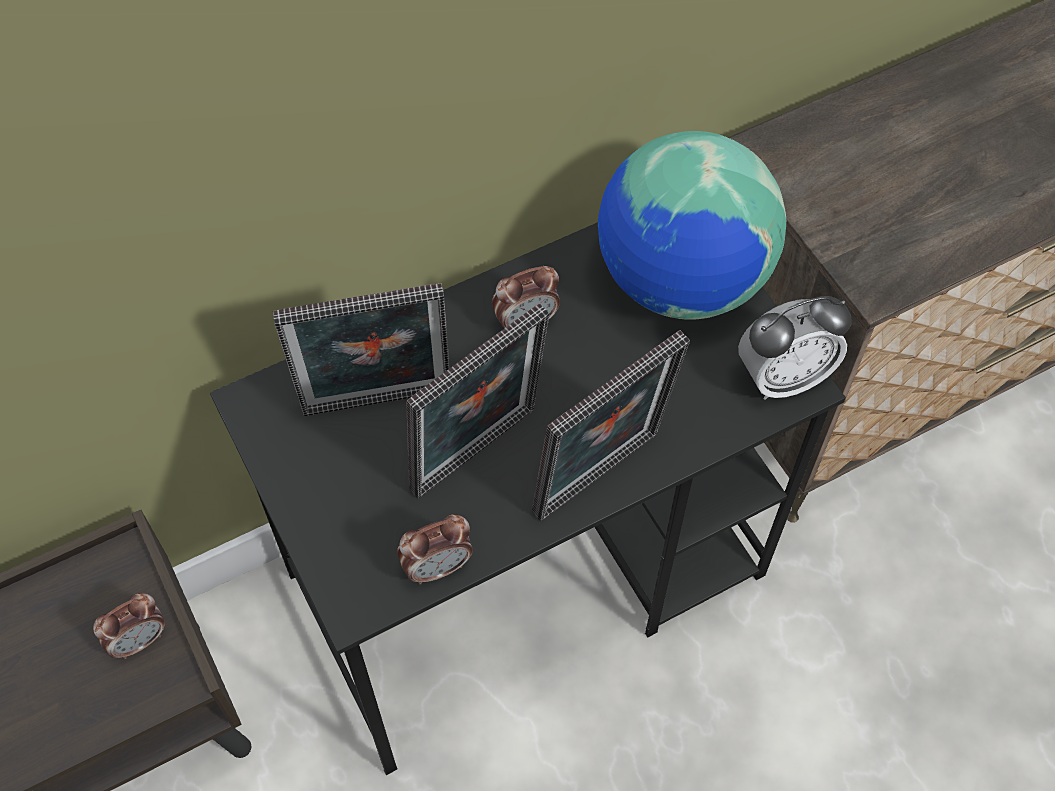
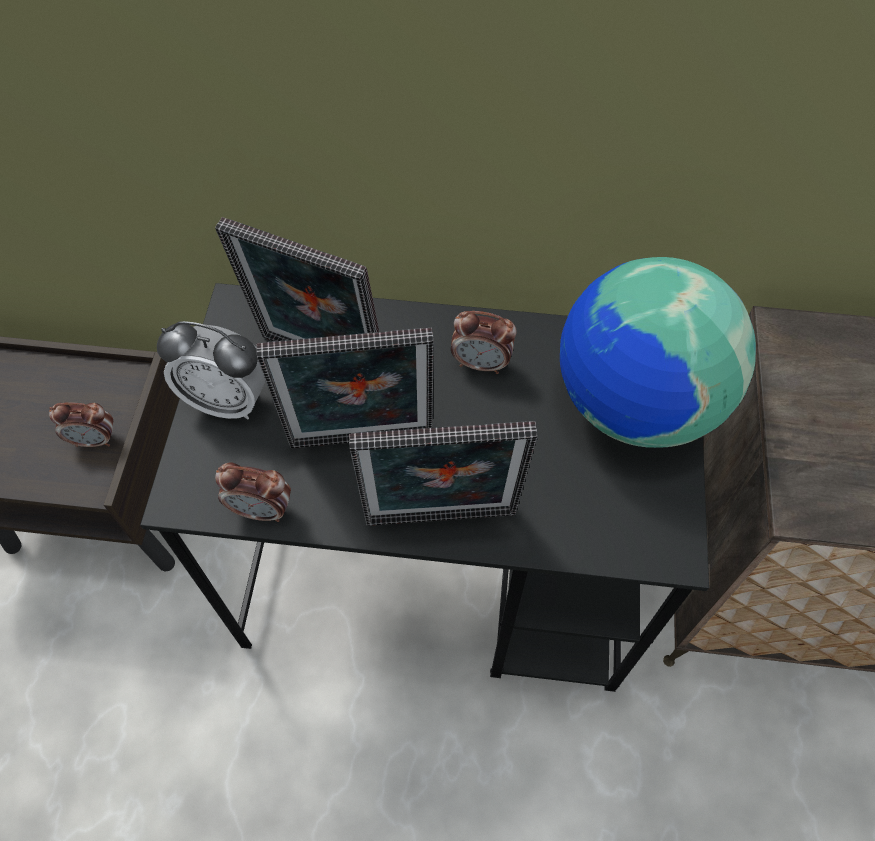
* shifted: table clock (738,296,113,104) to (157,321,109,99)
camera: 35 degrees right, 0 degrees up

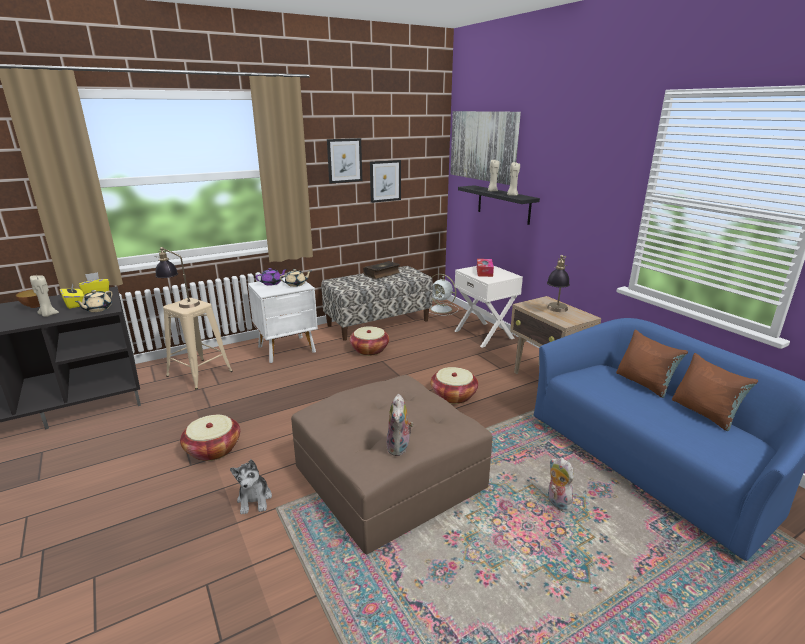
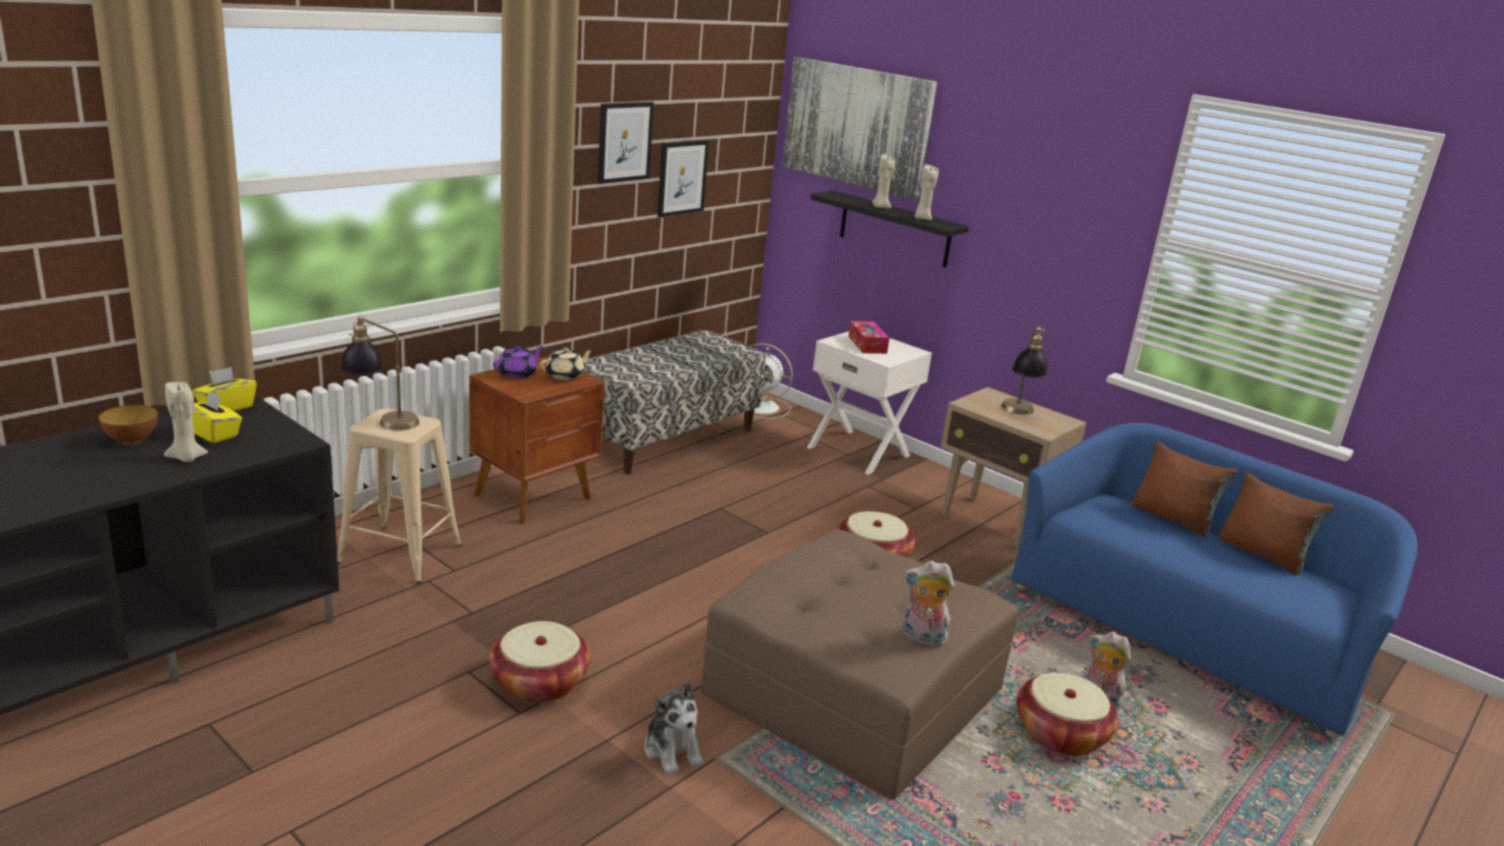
* gone: sand-coloured pot for tea (75,290,37,22)
* repainted: white night table (248,277,70,86) to brown-coloured night table (469,356,136,168)
* shifted: household basket (349,326,40,30) to (1017,673,102,83)
* gone: volume (363,261,37,18)
* rotated: cuddly toy (387,394,26,62) = (902,561,52,86) 120 degrees clockwise
camera: 20 degrees left, 0 degrees up

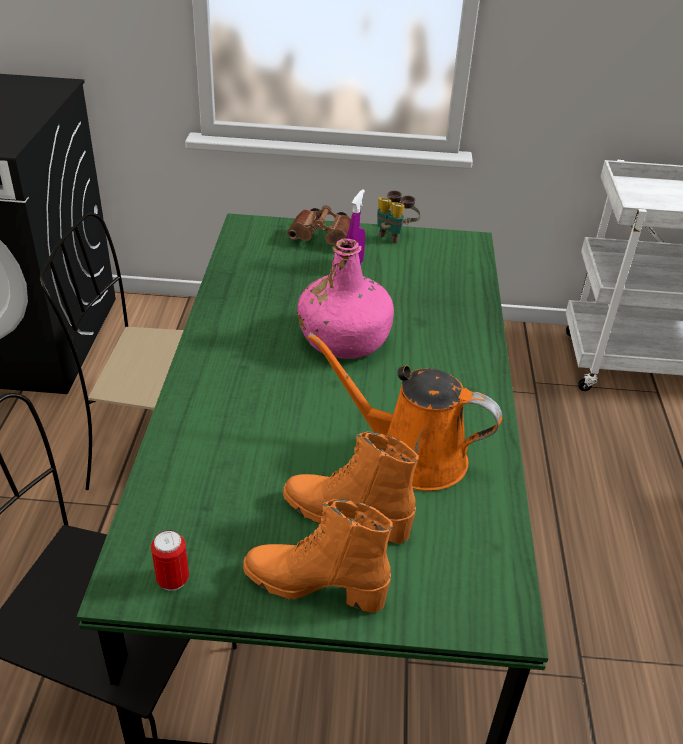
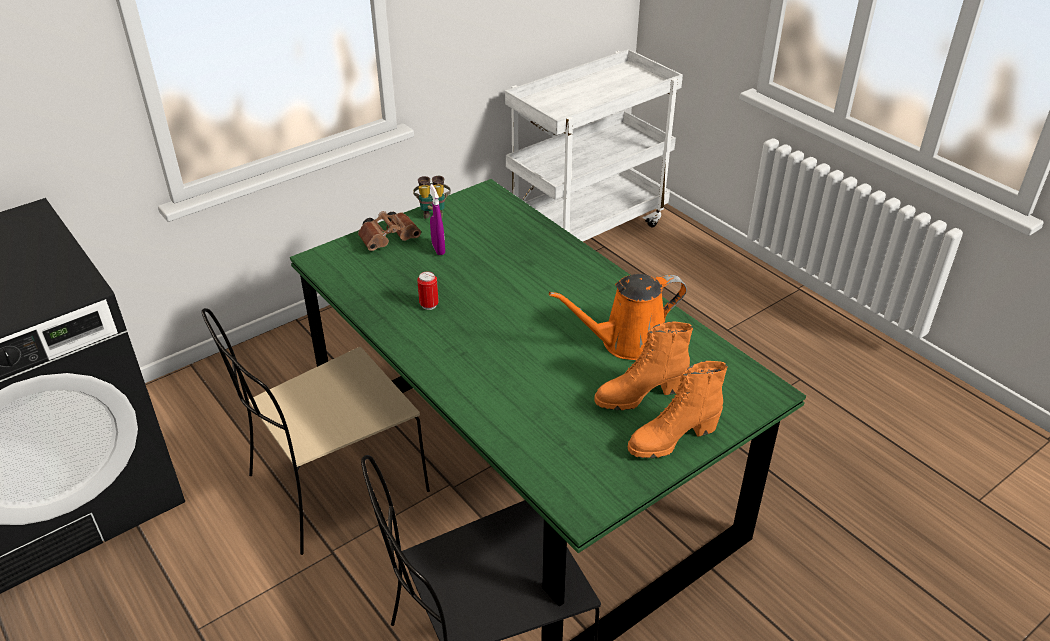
* shifted: sealed can (151,530,38,61) to (417,271,22,39)
* gone: pink-coloured bottle (297,239,97,120)
camera: 40 degrees left, 0 degrees up

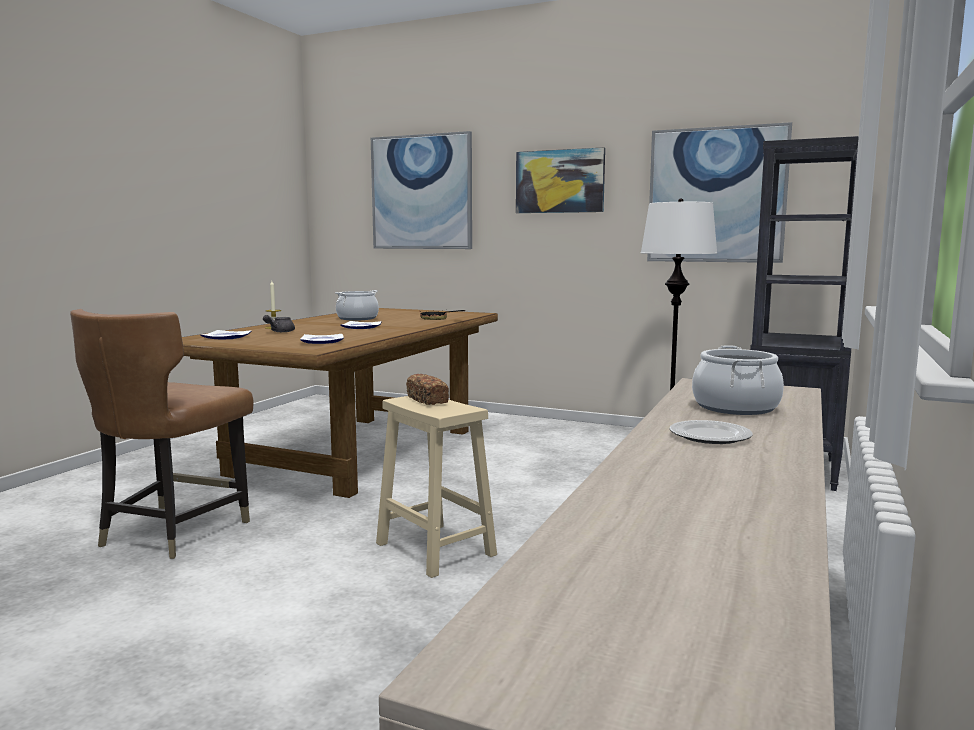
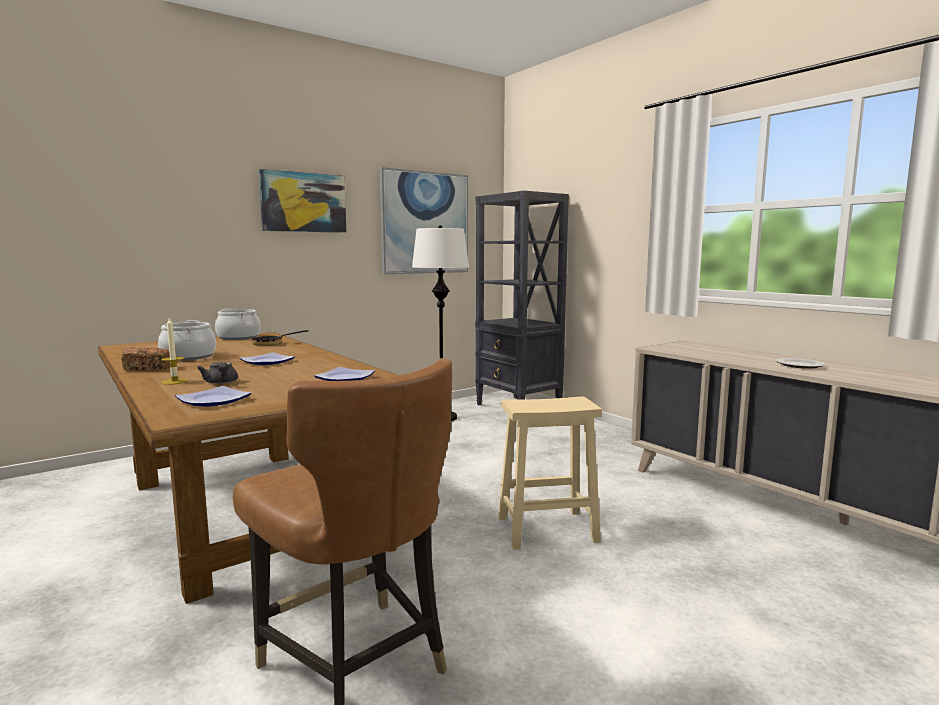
* gone: wall picture (371,131,101,118)
* shifted: bakery bread (406,373,43,32) to (121,347,49,24)
* shifted: saucepot (692,345,92,70) to (215,309,46,31)
camera: 60 degrees left, 0 degrees up

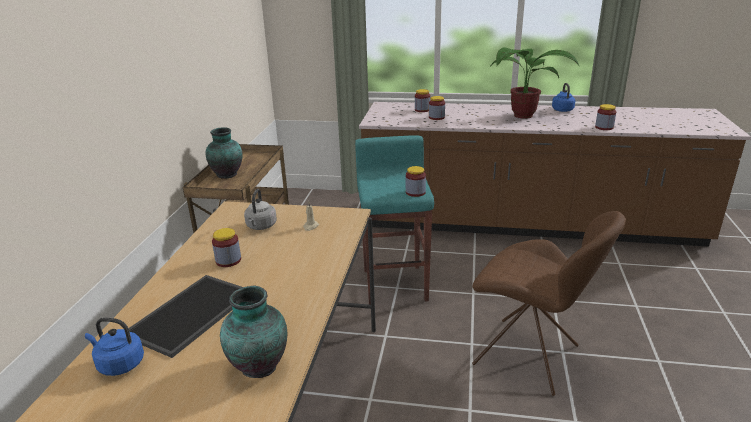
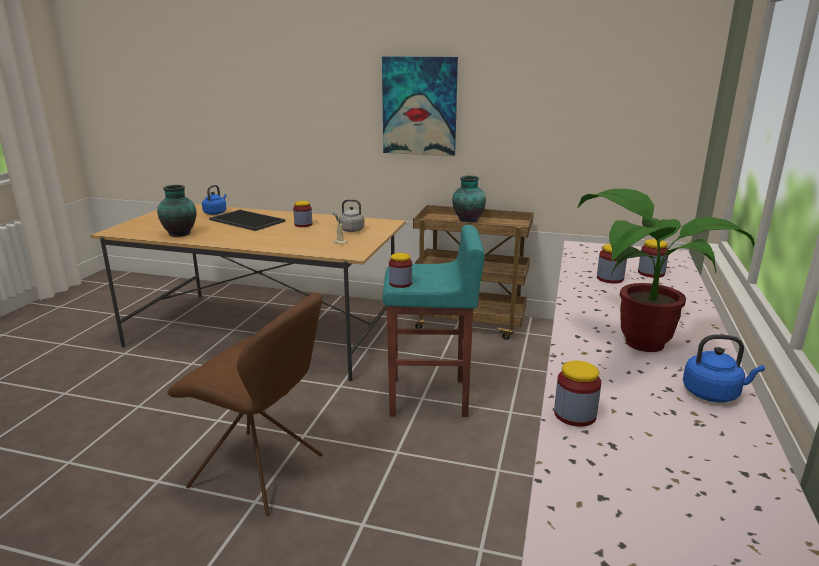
* rotated: brown-coloured chair (472,211,154,185) = (167,292,156,224) 105 degrees counterclockwise
* new: wall picture (382,56,76,100)
camera: 95 degrees right, 5 degrees down

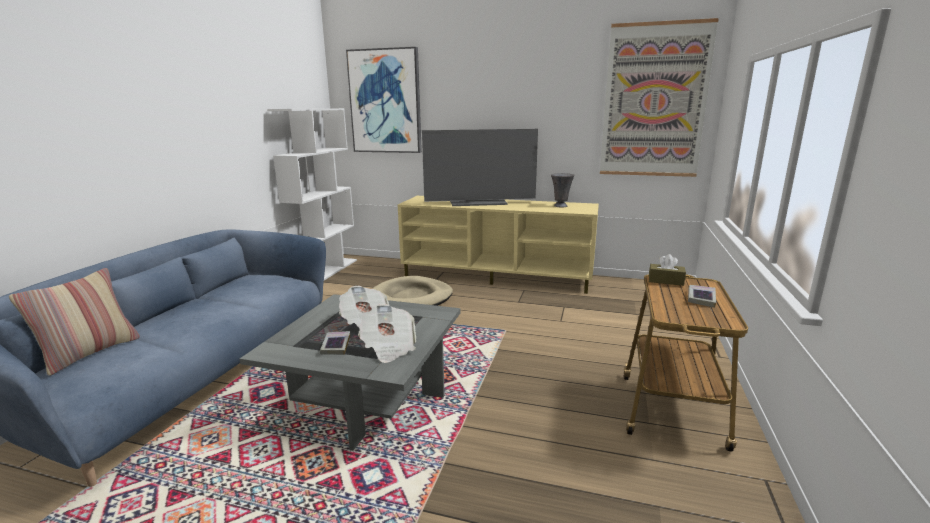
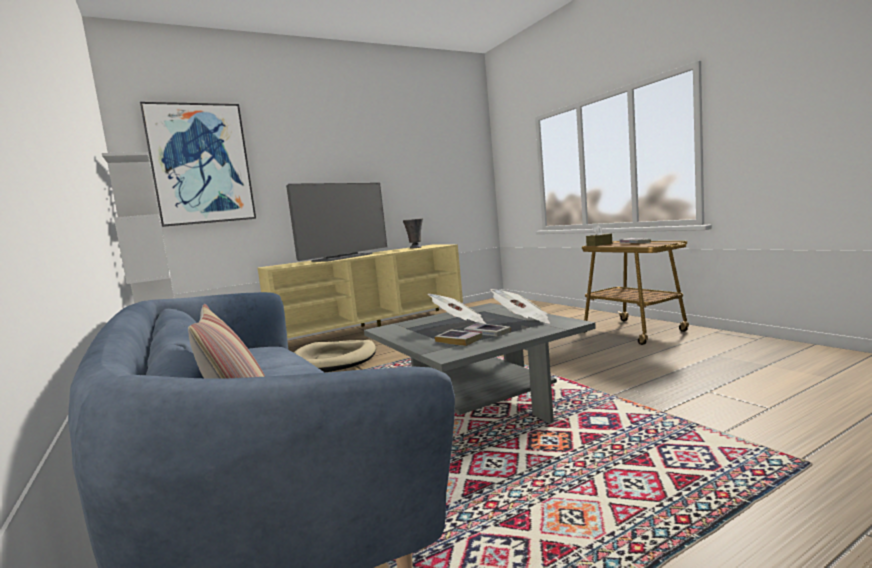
* gone: wall picture (600,18,119,159)
* new: volume (435,330,48,16)
camera: 45 degrees left, 10 degrees down

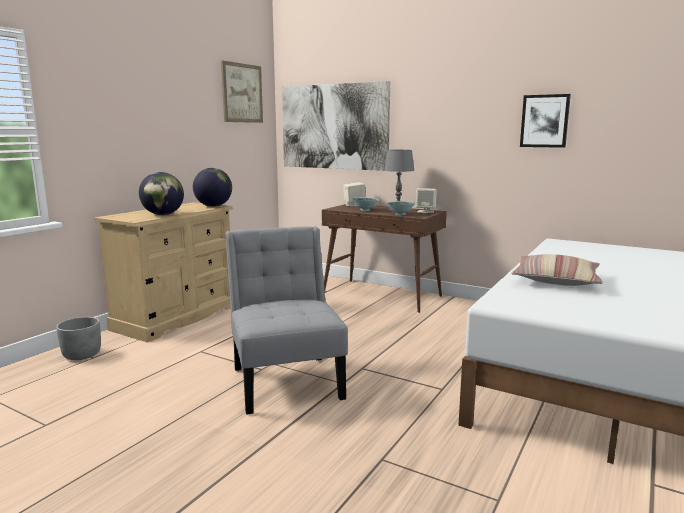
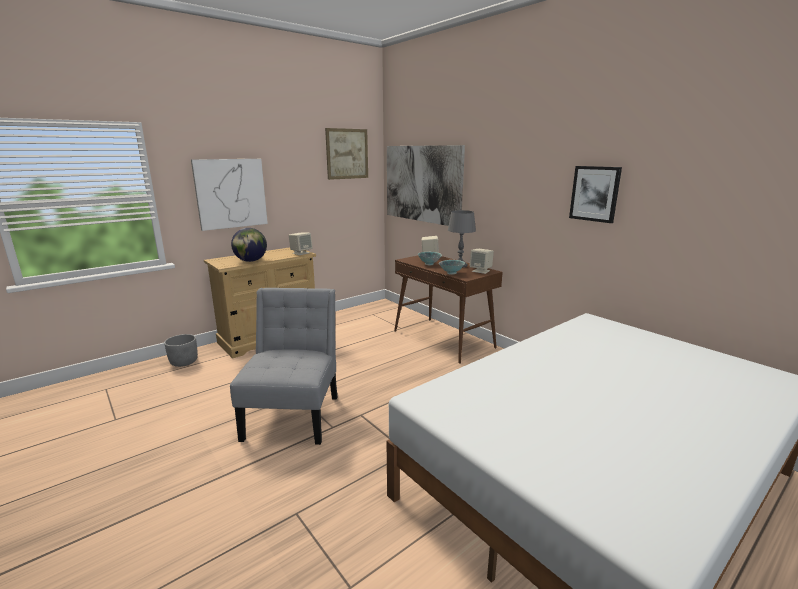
* swapped: world globe (193,168,39,39) to sand-coloured loudspeaker (289,233,23,22)
* gone: throw pillow (511,254,92,32)
* new: wall picture (191,159,77,72)
camera: 20 degrees right, 5 degrees up

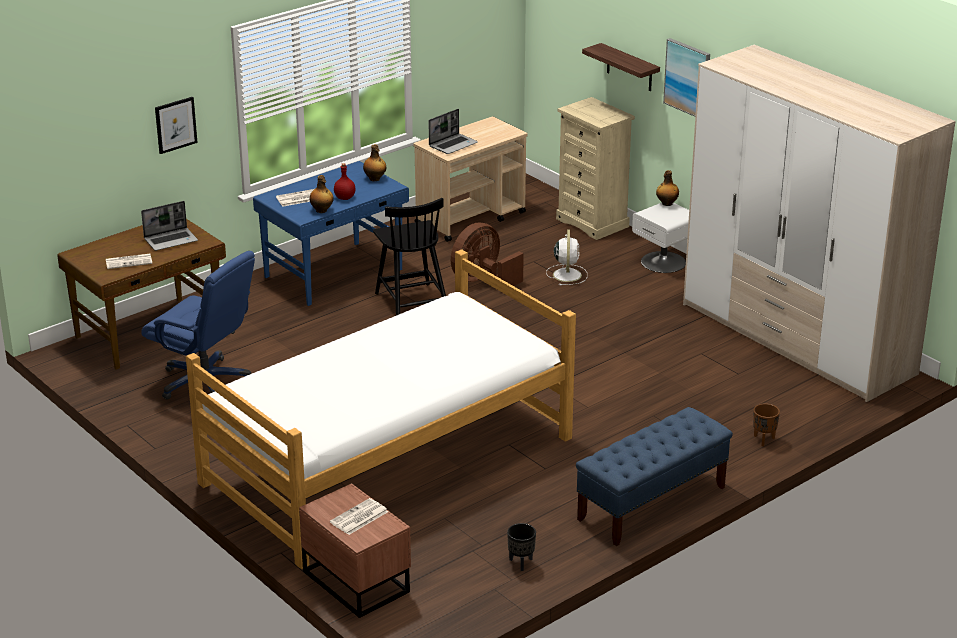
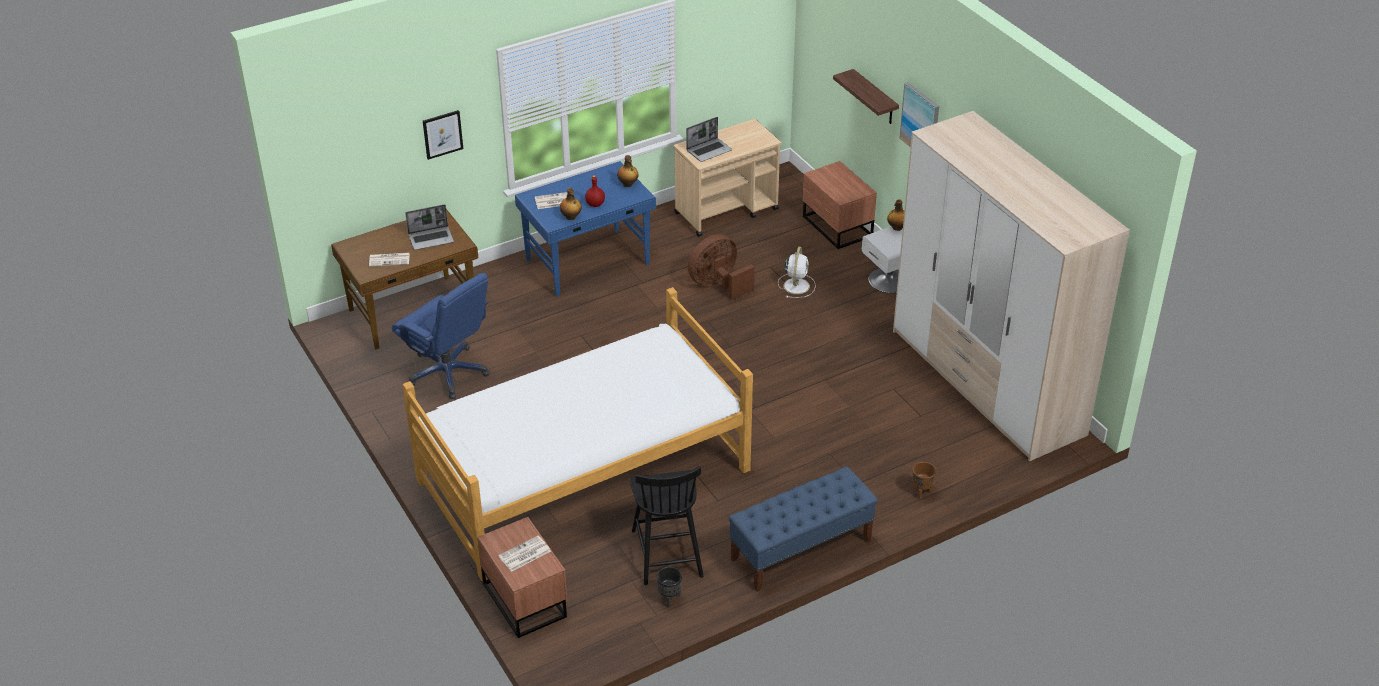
* shifted: black-coloured chair (373,198,73,118) to (629,466,75,119)
* swapped: sand-coloured dresser (556,97,79,143) to brown-coloured night table (802,161,75,88)
camera: 10 degrees right, 10 degrees up

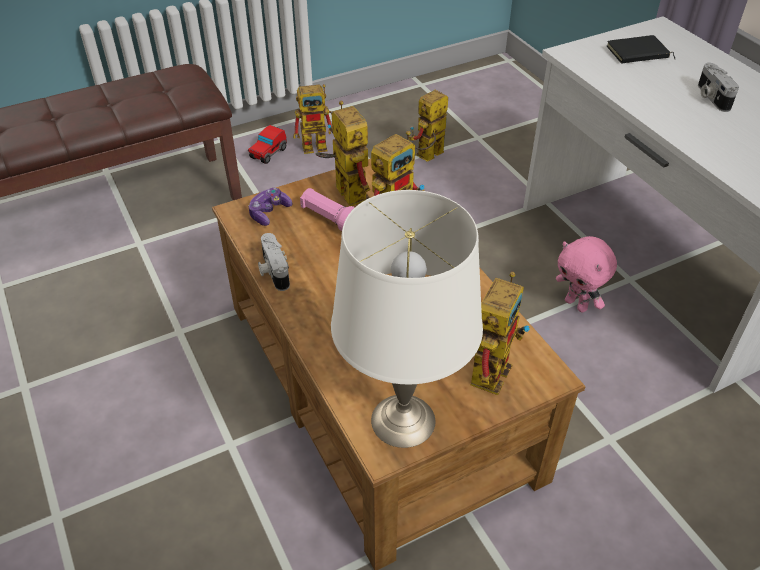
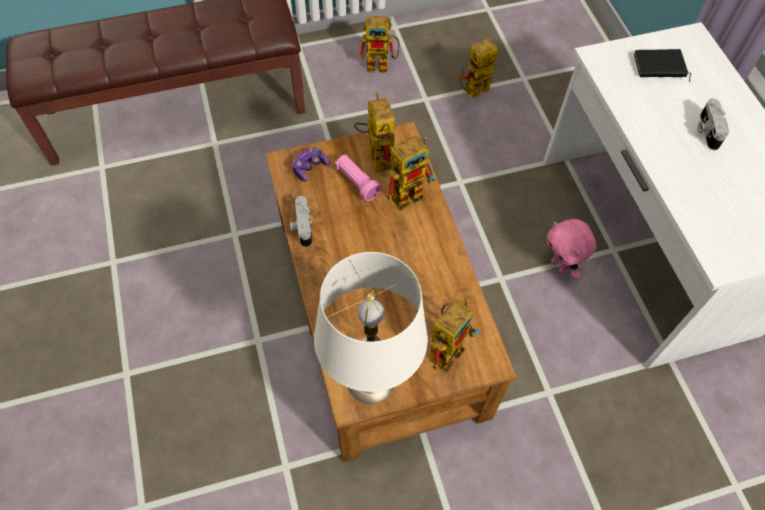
* gone: miniature car (248,125,39,39)
camera: 10 degrees right, 15 degrees up

